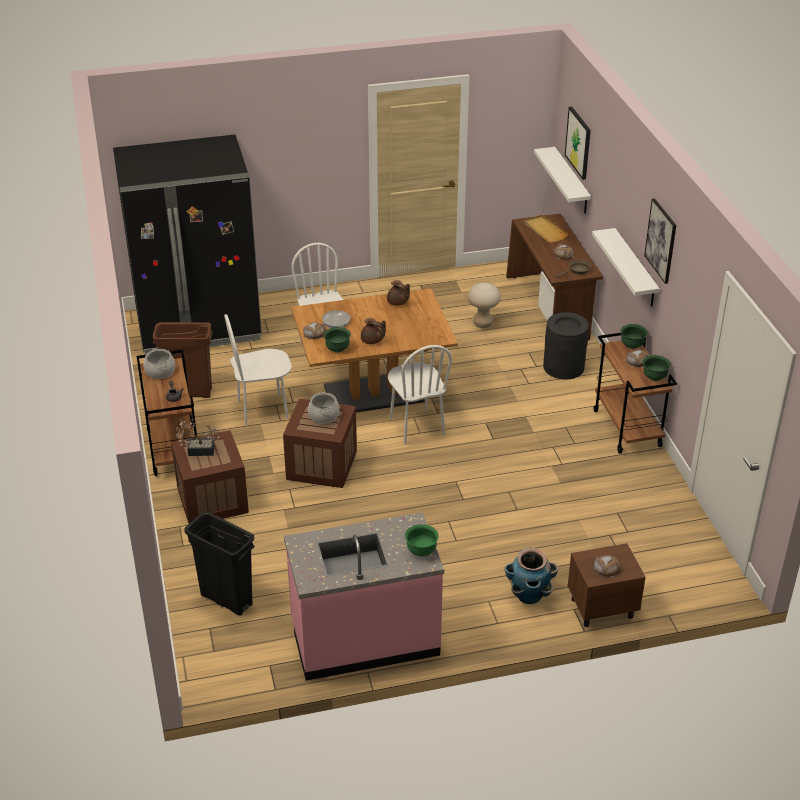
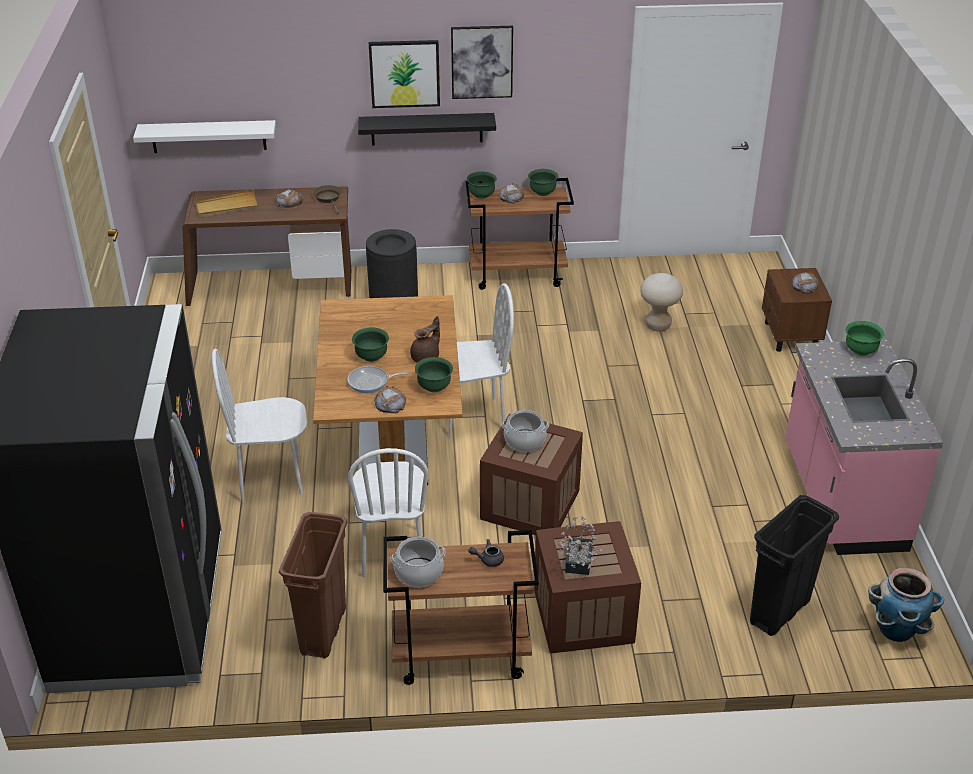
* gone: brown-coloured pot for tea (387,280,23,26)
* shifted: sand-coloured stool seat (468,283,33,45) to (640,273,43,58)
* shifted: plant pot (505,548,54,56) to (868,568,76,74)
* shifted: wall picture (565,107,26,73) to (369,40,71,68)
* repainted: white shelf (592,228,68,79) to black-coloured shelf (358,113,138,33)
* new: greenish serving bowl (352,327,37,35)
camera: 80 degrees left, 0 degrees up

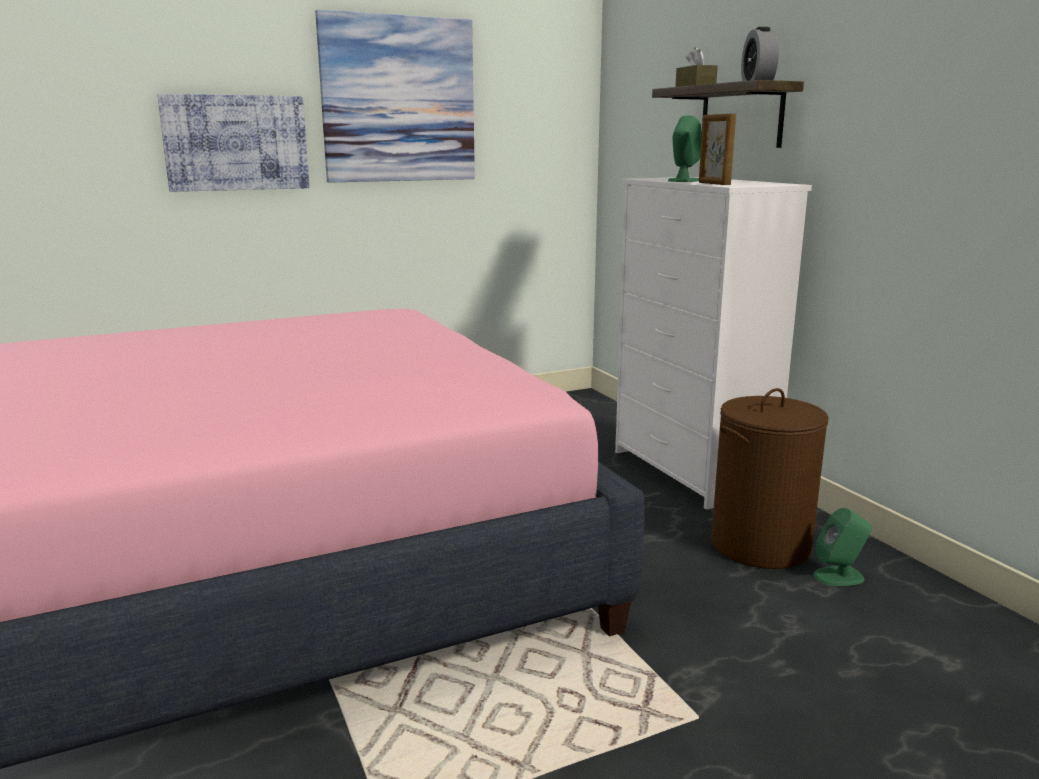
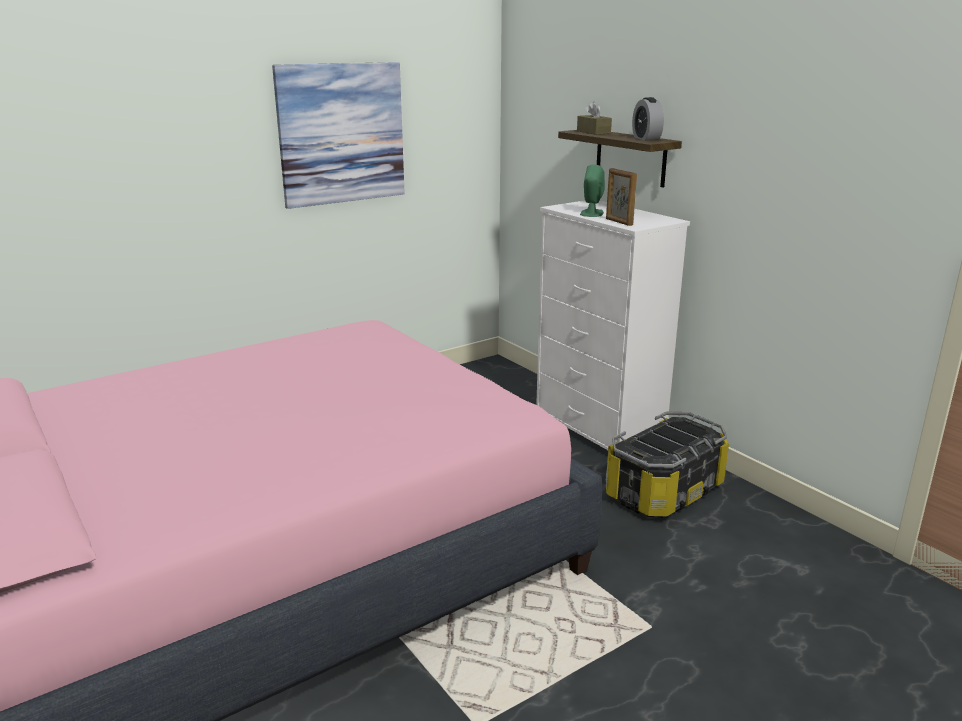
* gone: wall picture (157,93,152,99)
* swapped: brown-coloured washing basket (711,388,117,181) to storage box (606,412,123,106)
* gone: greenish loudspeaker (813,508,59,78)
camera: 10 degrees left, 5 degrees up

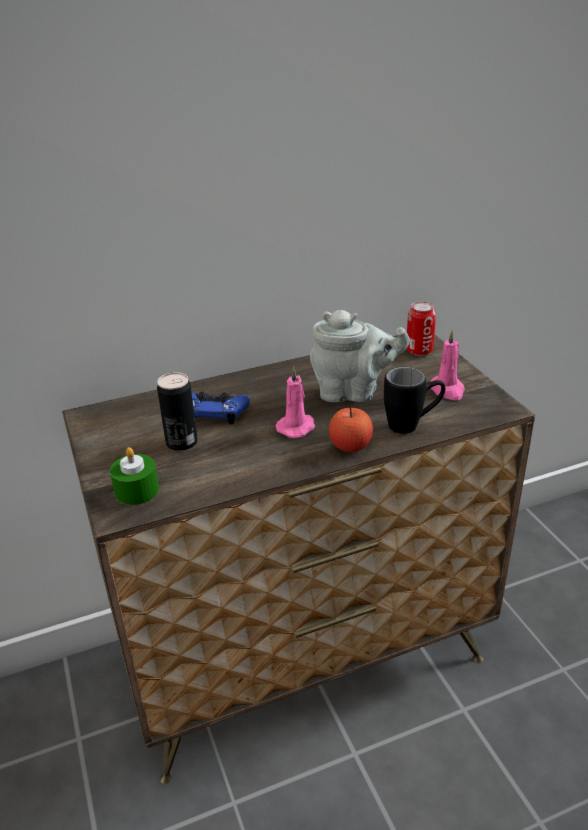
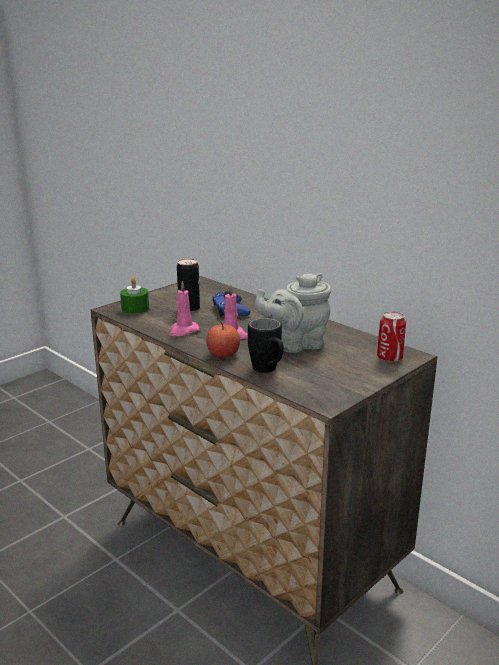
* rotated: gray pot for tea (310,310,100,92) = (255,273,76,80) 90 degrees clockwise
* shifted: pink-coloured wax candle (430,330,35,70) to (169,280,30,56)
camera: 65 degrees right, 10 degrees down

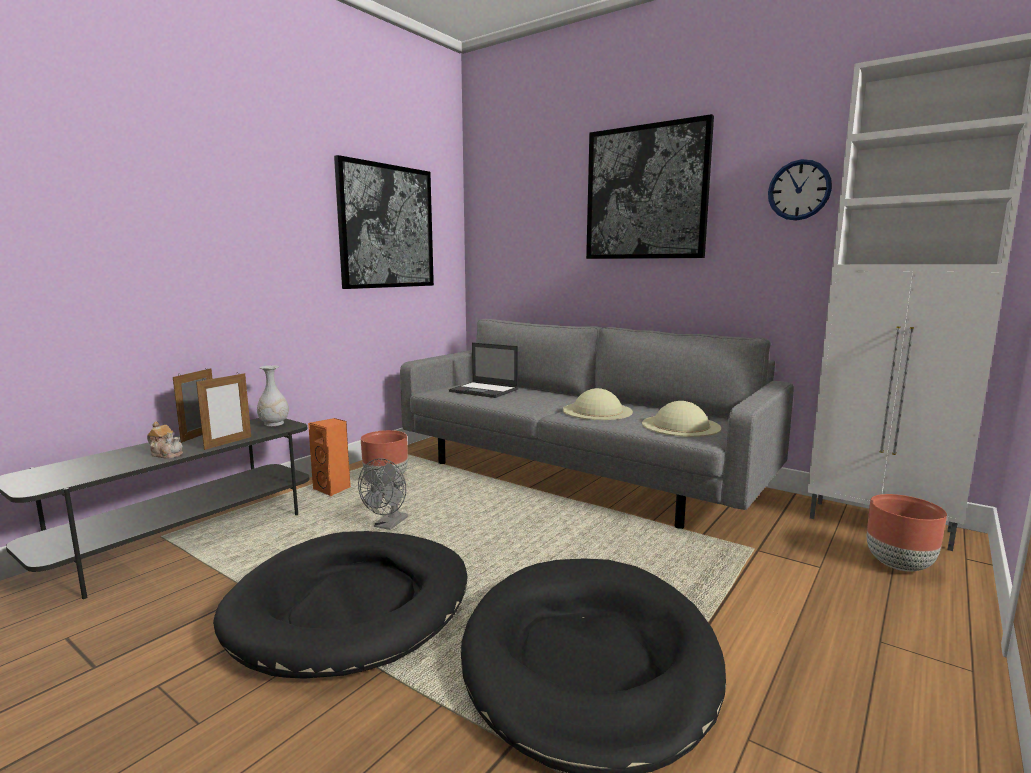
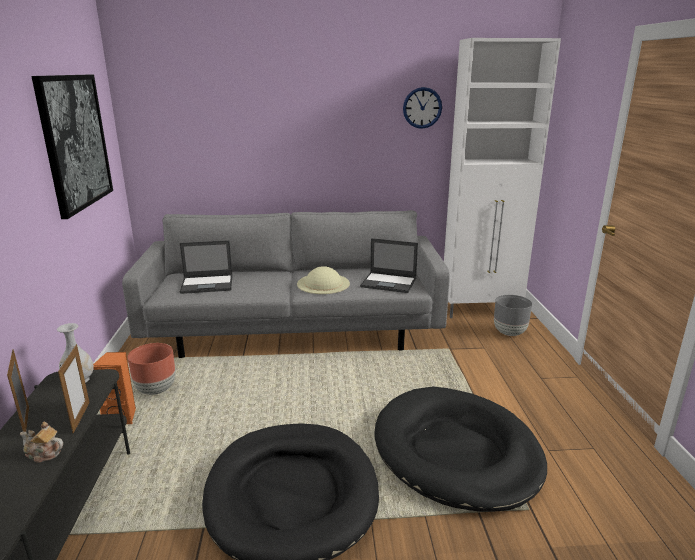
* rotated: pot for tea (147,421,36,38) = (20,421,43,42) 150 degrees counterclockwise
* gone: gray cooling fan (358,458,50,72)
* gone: wall picture (586,114,128,145)
* swapped: sand-coloured hat (642,401,79,36) to notebook computer (360,238,58,55)
* repainted: brown-coloured plant pot (867,494,80,78) to gray plant pot (494,295,38,41)
camera: 40 degrees left, 10 degrees up

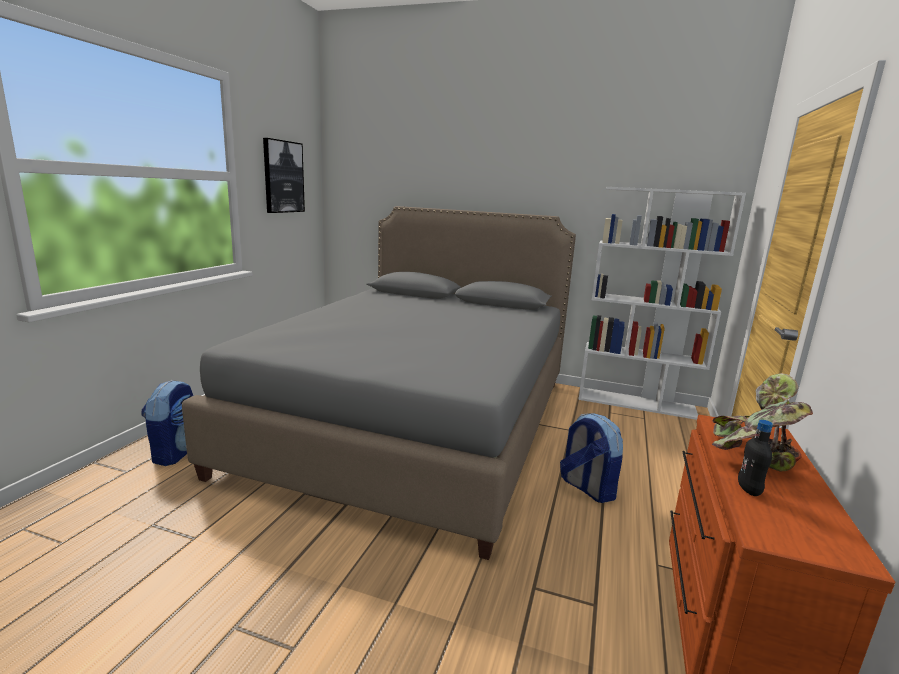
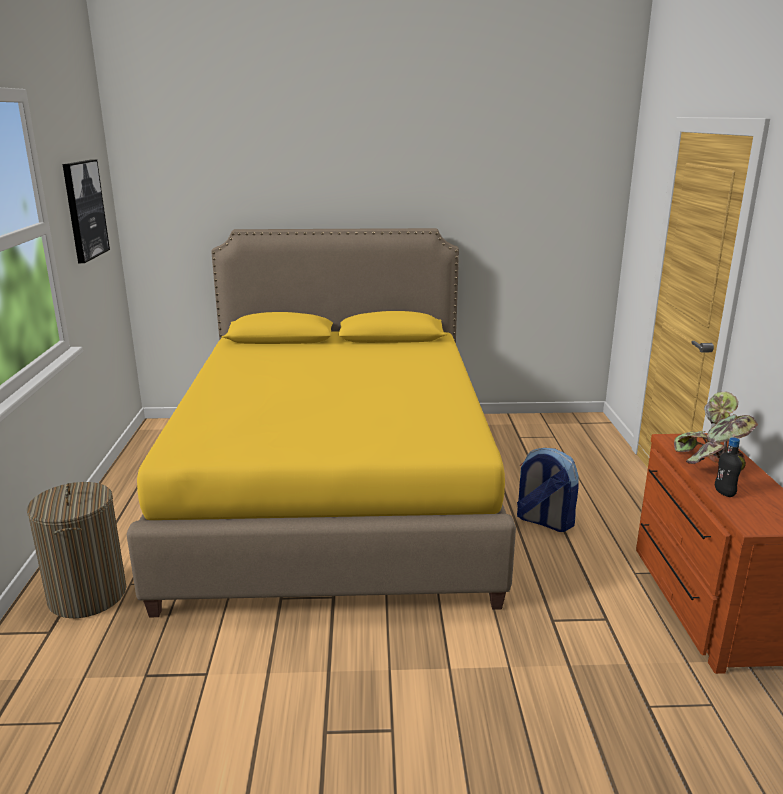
* swapped: backpack (141,380,52,86) to washing basket (27,482,100,136)
* repainted: gray bedroom bed (182,206,394,354) to yellowish bedroom bed (127,228,389,389)
* gone: white bookshelf (578,187,168,233)
camera: 20 degrees left, 5 degrees up

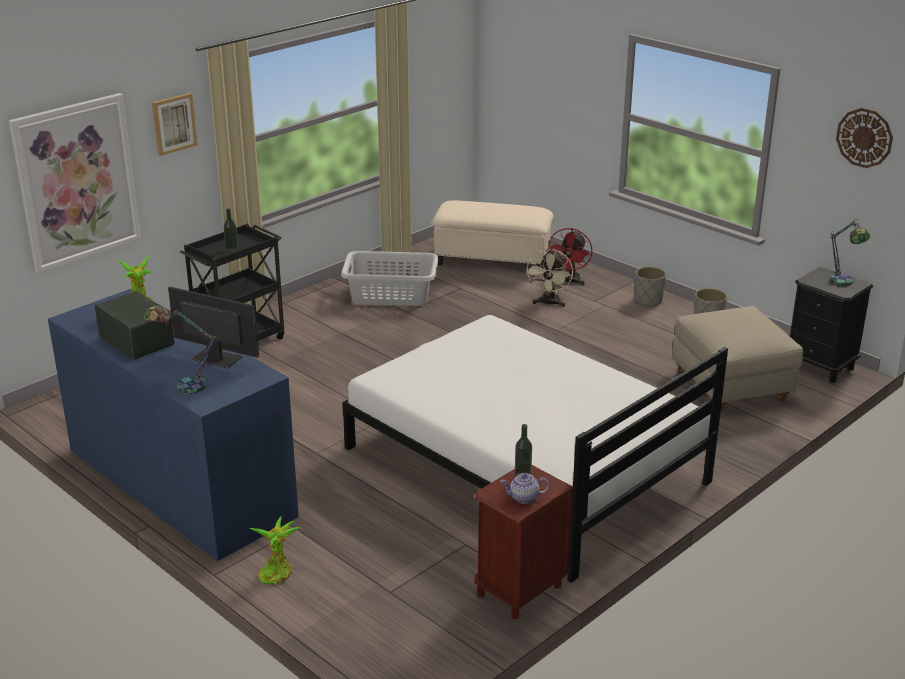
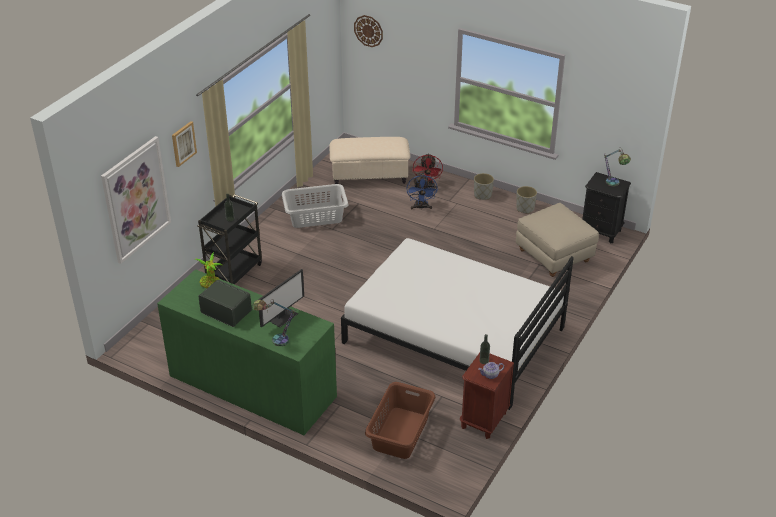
* repainted: bluish dresser (48,289,251,272) to greenish dresser (157,269,180,166)
* rotated: computer screen (168,287,91,82) = (258,269,46,59) 120 degrees clockwise
* gone: potted plant (249,516,51,68)
* repainted: sand-coloured cooling fan (525,249,48,58) to bluish cooling fan (406,174,32,36)
* shifted: hanging clock (836,108,57,60) to (354,15,29,32)
* new: brown-coloured washing basket (365,382,70,77)
camera: 15 degrees left, 10 degrees up

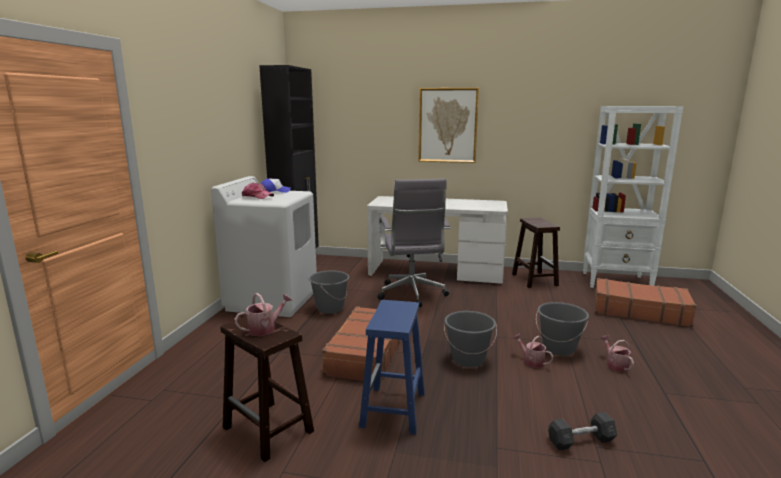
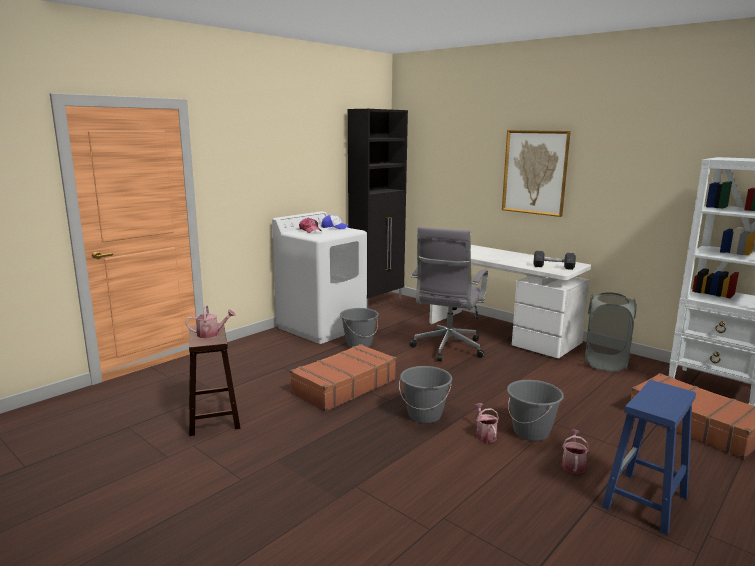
* shifted: bluish stool seat (359,300,66,135) to (602,380,94,155)
* swapped: brown-coloured stool seat (512,218,48,70) to gray washing basket (585,292,52,80)
* shifted: gray free weight (548,412,69,38) to (533,251,43,19)
camera: 30 degrees right, 0 degrees up

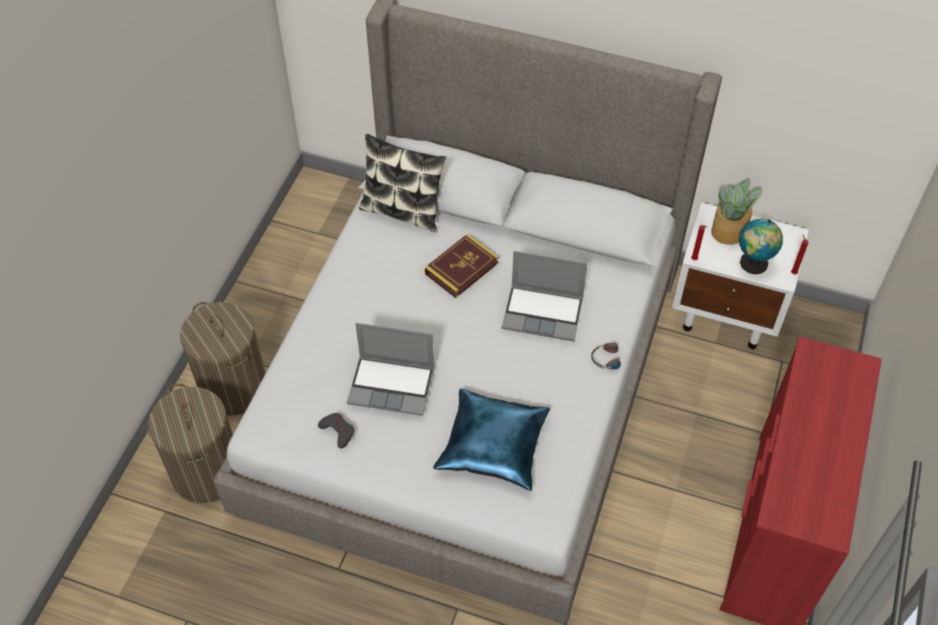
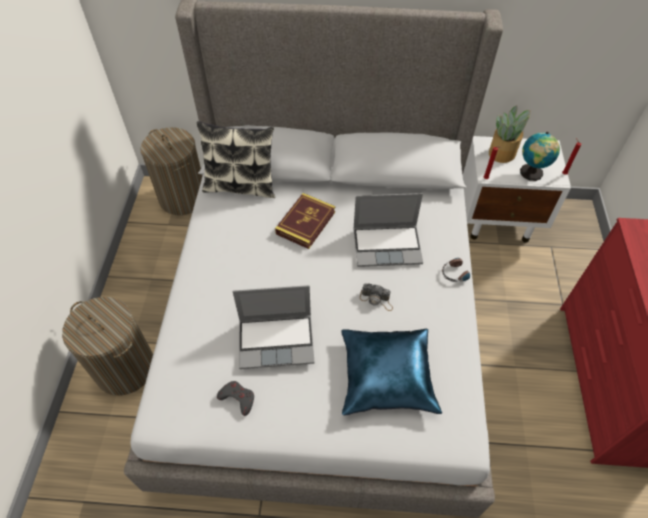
* shifted: washing basket (148,384,85,119) to (140,127,63,88)
* new: still camera (359,283,34,28)
camera: 15 degrees left, 0 degrees up

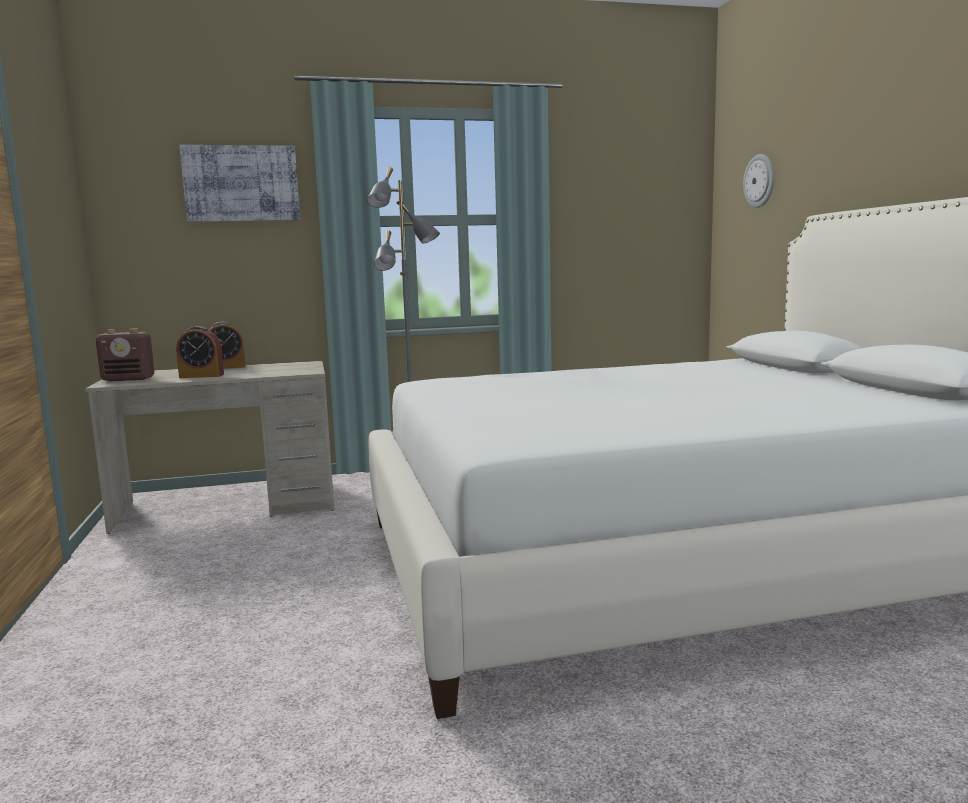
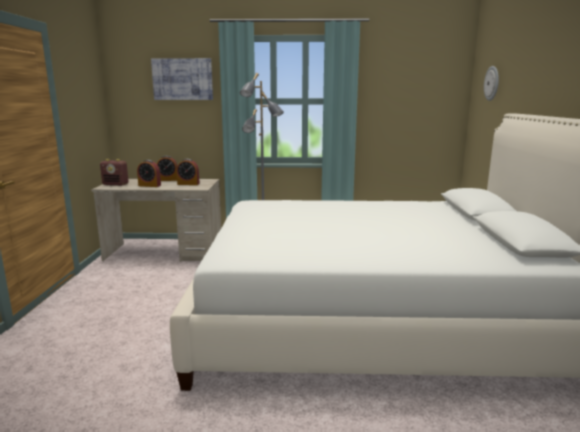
* new: table clock (176,159,24,26)
camera: 15 degrees right, 5 degrees up

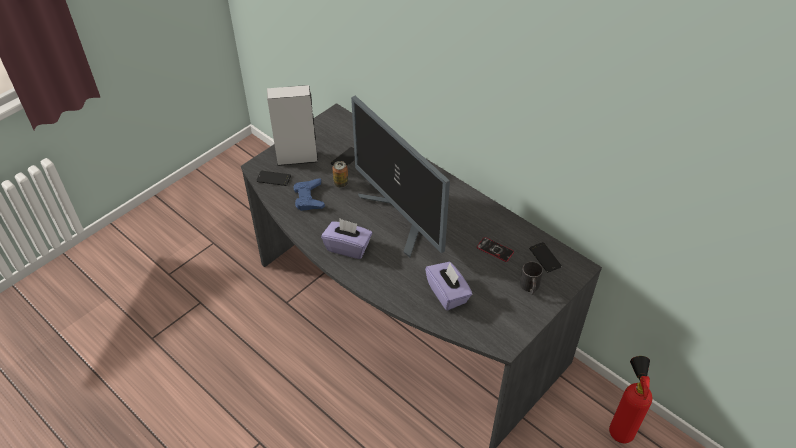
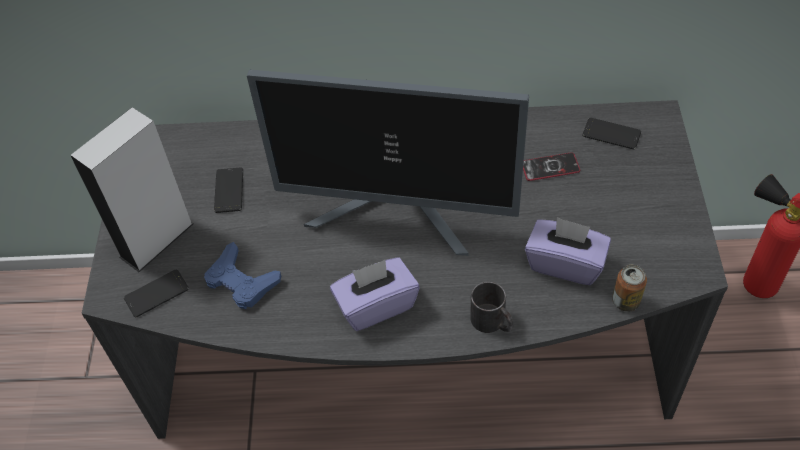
* shifted: sealed can (332,161,16,27) to (612,265,35,47)
* shifted: black-coloured coffee mug (520,261,23,34) to (470,282,44,51)
camera: 40 degrees left, 5 degrees up

